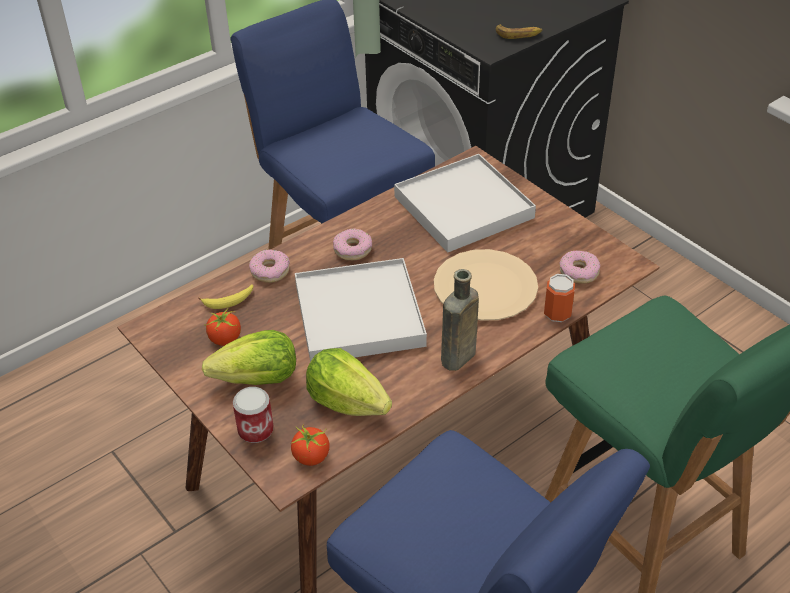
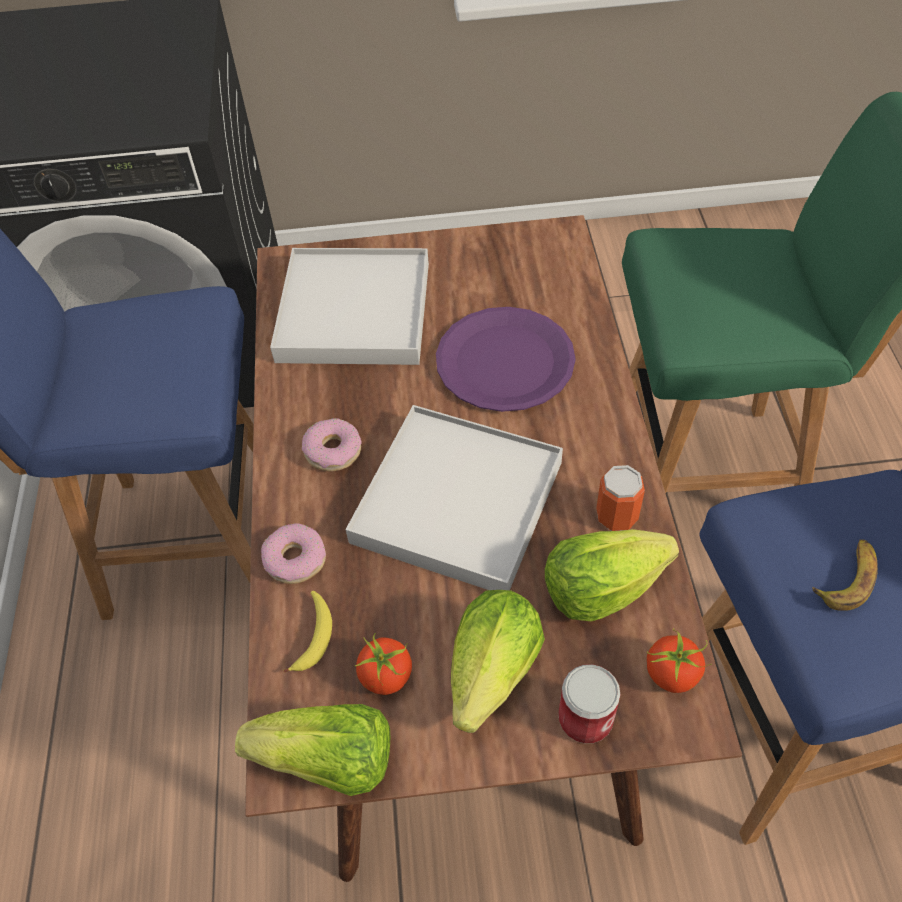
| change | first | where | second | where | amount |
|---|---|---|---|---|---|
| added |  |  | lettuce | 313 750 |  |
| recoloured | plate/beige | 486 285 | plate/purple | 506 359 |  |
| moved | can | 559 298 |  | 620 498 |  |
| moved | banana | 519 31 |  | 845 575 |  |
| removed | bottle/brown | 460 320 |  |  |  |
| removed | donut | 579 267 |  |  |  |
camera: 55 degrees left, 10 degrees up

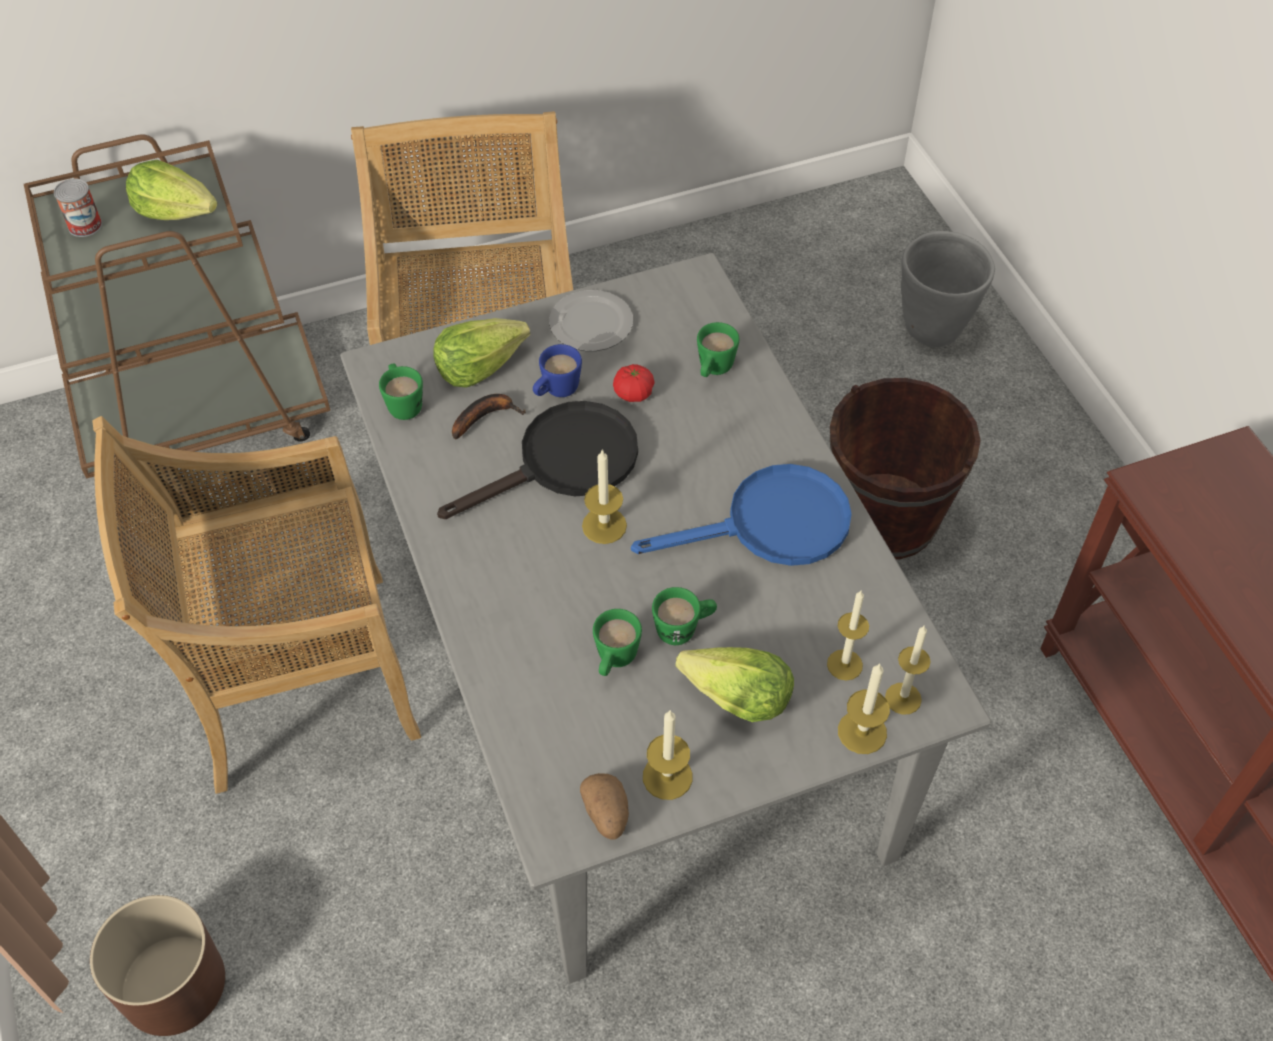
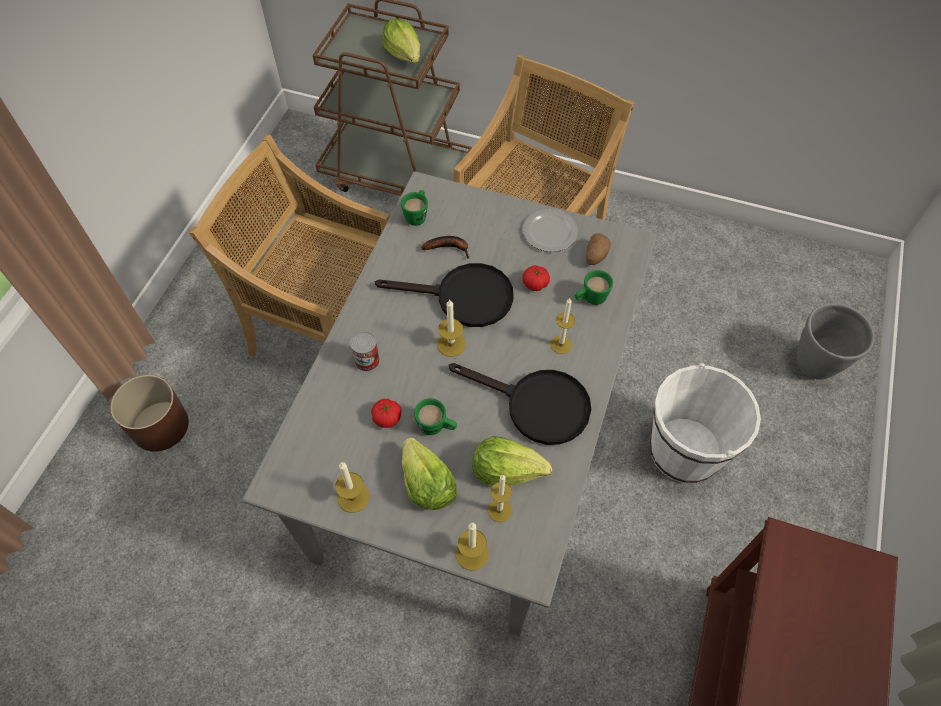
| change | first | where | second | where | amount |
|---|---|---|---|---|---|
| moved | can | 78 207 |  | 365 351 |  |
| replaced | mug/green | 617 642 | tomato | 386 413 |  |
| recoloured | frying pan/blue | 741 515 | frying pan/black | 520 404 |  |
| moved | lettuce | 481 353 |  | 512 461 |  |
| moved | candle | 908 670 |  | 562 326 |  |
| moved | potato | 604 806 |  | 598 249 |  |
| recoloured | bucket/brown | 905 468 | bucket/white | 705 423 |  |
| removed | mug/blue | 557 370 |  |  |  |
camera: 40 degrees right, 5 degrees up

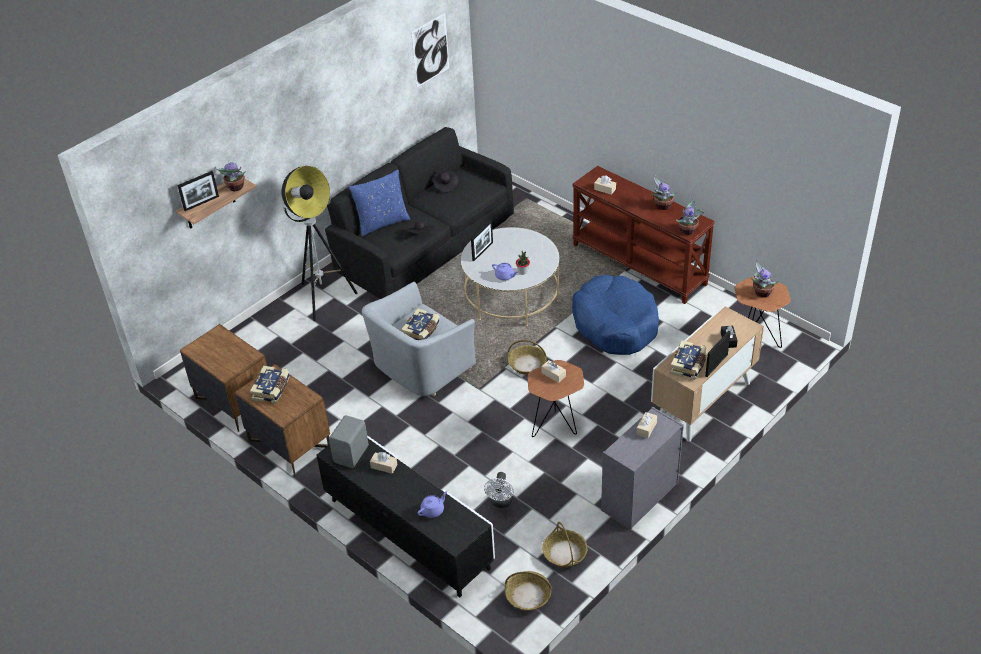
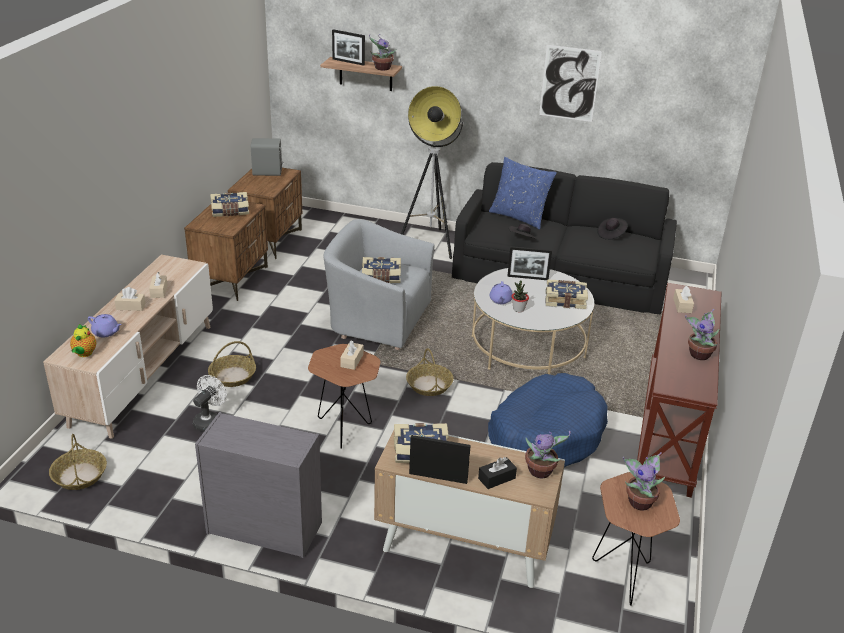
| change | first | where | second | where | amount |
|---|---|---|---|---|---|
| recoloured | tv stand/black | 405 516 | tv stand/beige | 128 347 |  |
| added |  |  | teapot | 83 340 |  |
| moved | tissue box/beige | 647 425 |  | 130 299 |  |
| turned | fan/white | 499 490 |  | 210 403 | 135 degrees clockwise |
| moved | basket | 565 545 |  | 232 364 |  |
| moved | speaker/grey | 349 441 |  | 267 157 |  |
| moved | potted plant | 690 216 |  | 548 454 |  |
| moved | picture | 430 50 |  | 570 83 |  |
| added |  |  | book | 567 294 |  |
camera: 60 degrees right, 10 degrees down

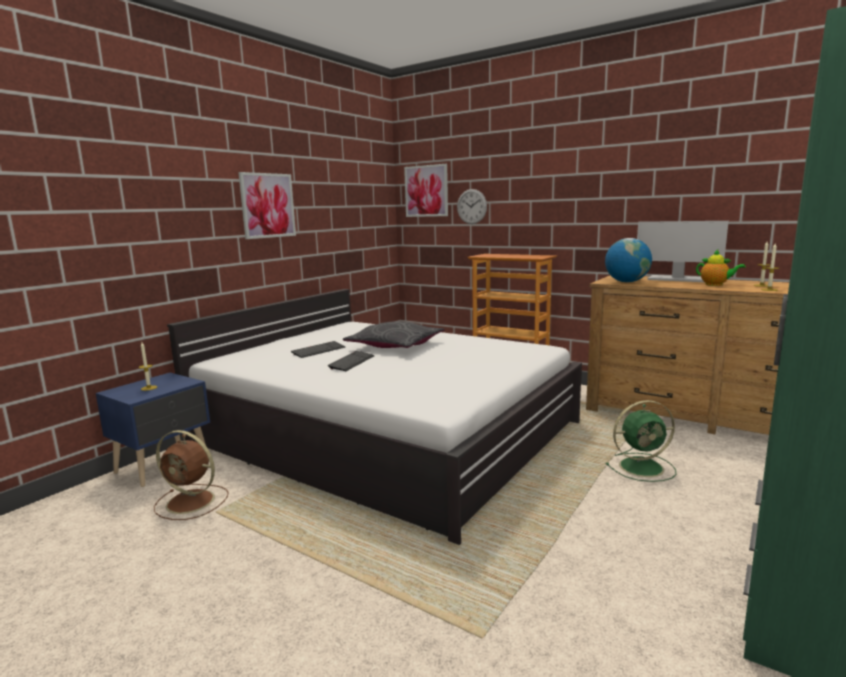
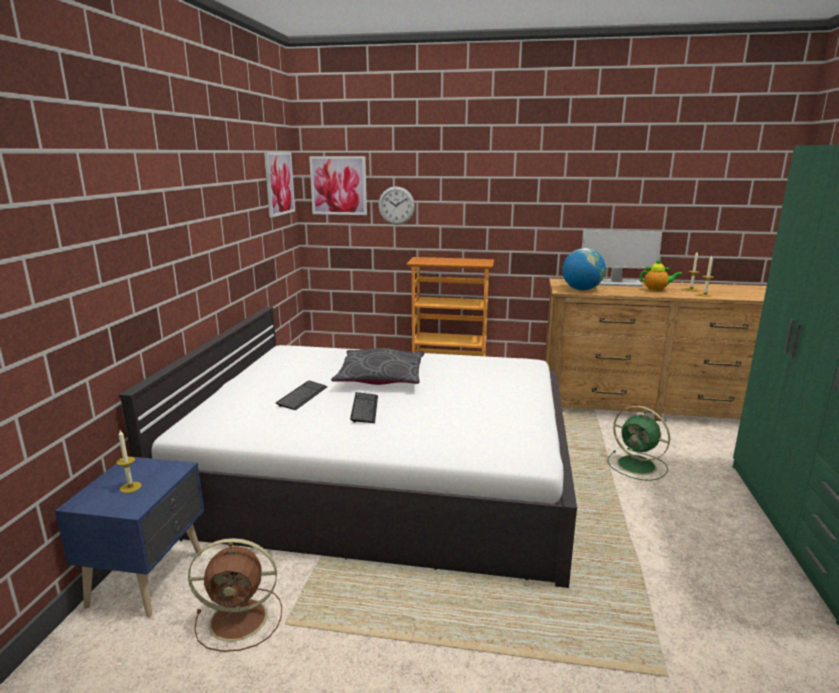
| change | first | where | second | where | amount |
|---|---|---|---|---|---|
| moved | picture | 267 205 |  | 279 184 |  |
| turned | fan/green | 641 441 |  | 639 443 | 75 degrees clockwise |
camera: 25 degrees left, 5 degrees up

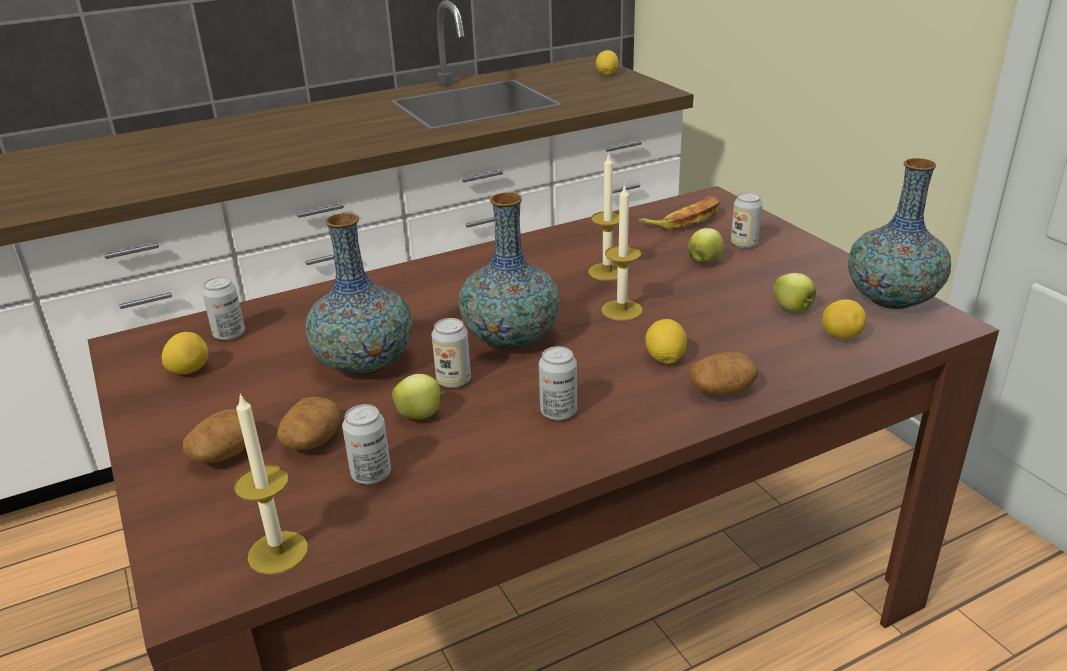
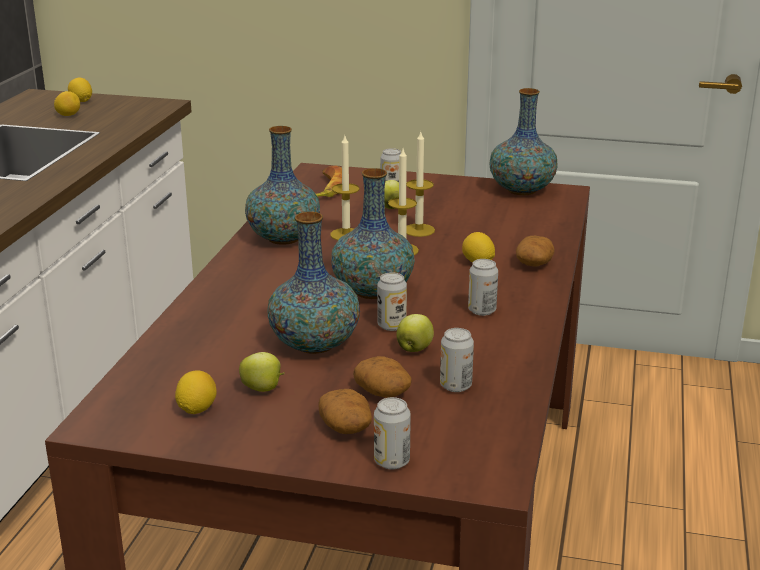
| change | first | where | second | where | amount |
|---|---|---|---|---|---|
| moved | lemon | 844 319 |  | 67 103 |  |
| moved | apple | 794 292 |  | 262 372 |  |
| added |  |  | vase | 282 185 |  |
| moved | can | 223 308 |  | 392 433 |  |
| moved | candle | 271 484 |  | 420 183 |  |
camera: 50 degrees left, 5 degrees down

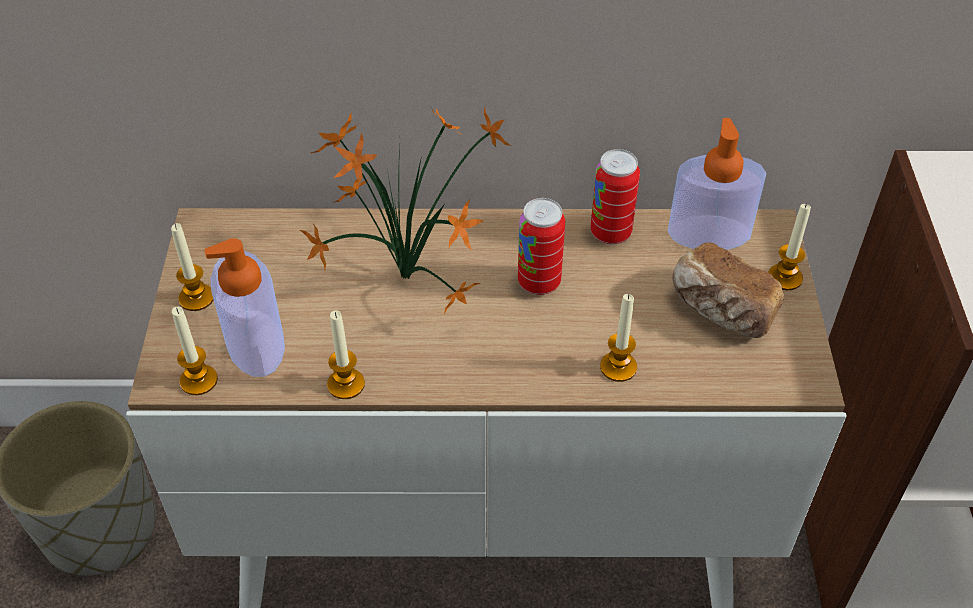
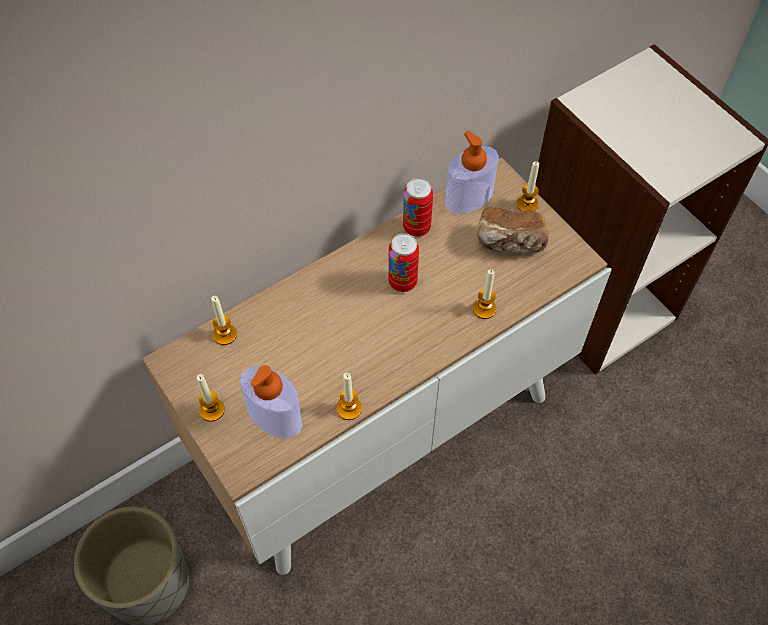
| change | first | where | second | where | amount |
|---|---|---|---|---|---|
| moved | candle | 195 351 |  | 224 320 |  |
| removed | potted plant | 405 210 |  |  |  |
camera: 35 degrees left, 10 degrees up

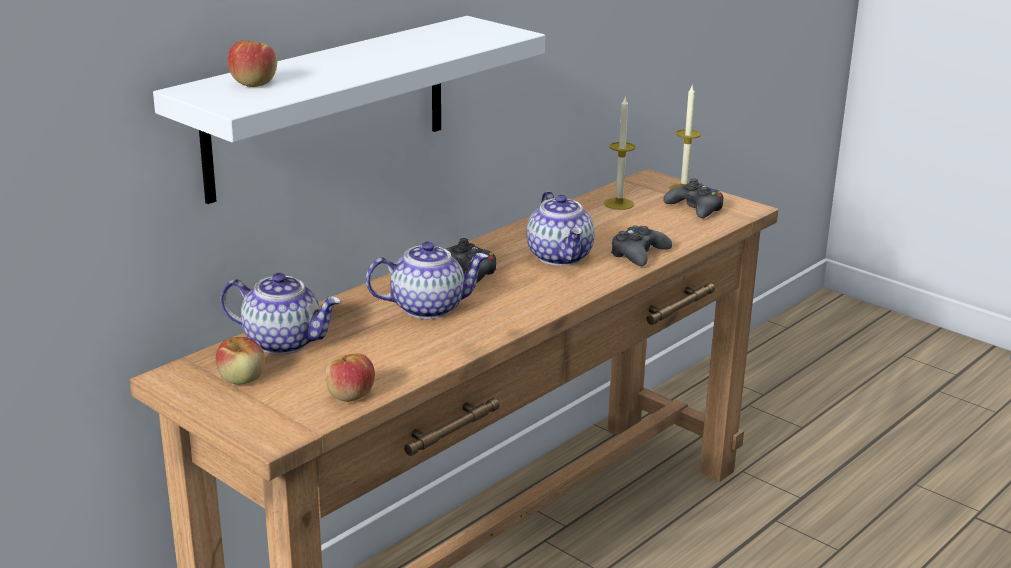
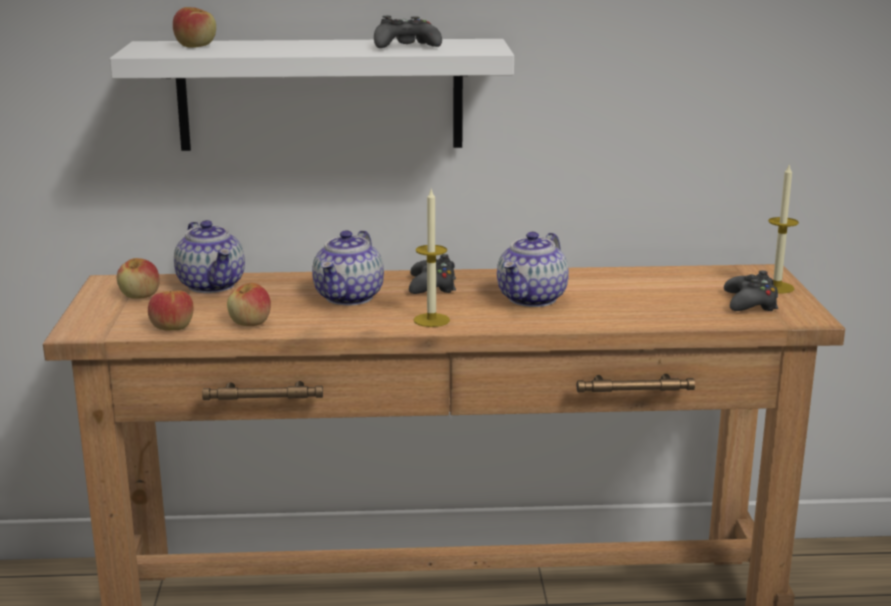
| change | first | where | second | where | amount |
|---|---|---|---|---|---|
| added |  |  | apple | 249 304 |  |
| turned | teapot | 427 280 |  | 348 267 | 75 degrees clockwise |
| moved | game controller/black | 641 245 |  | 408 32 |  |
| moved | candle | 619 153 |  | 432 258 |  |
camera: 45 degrees right, 5 degrees down

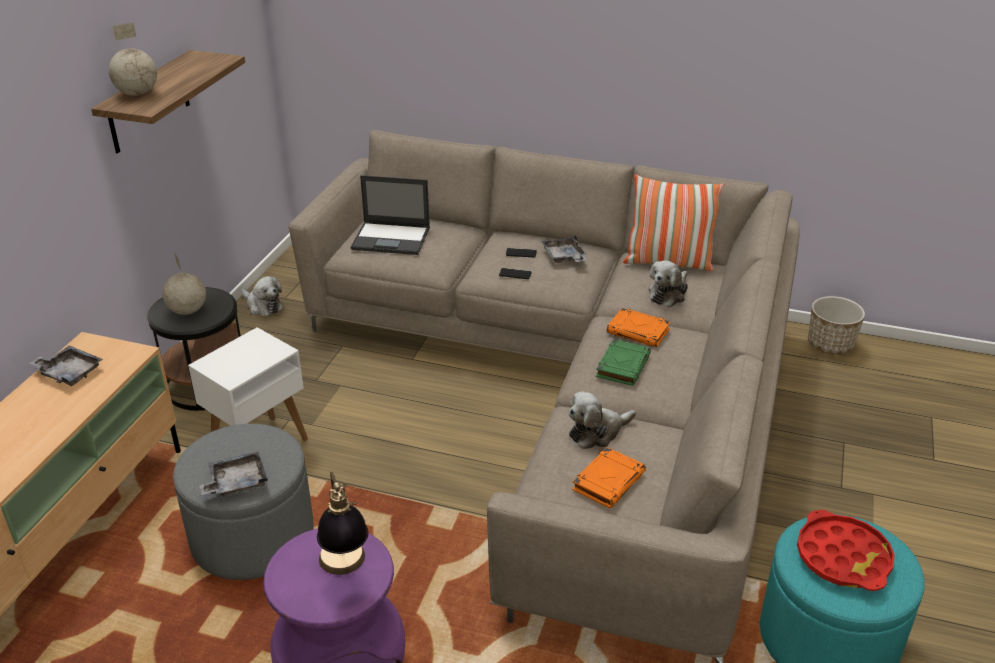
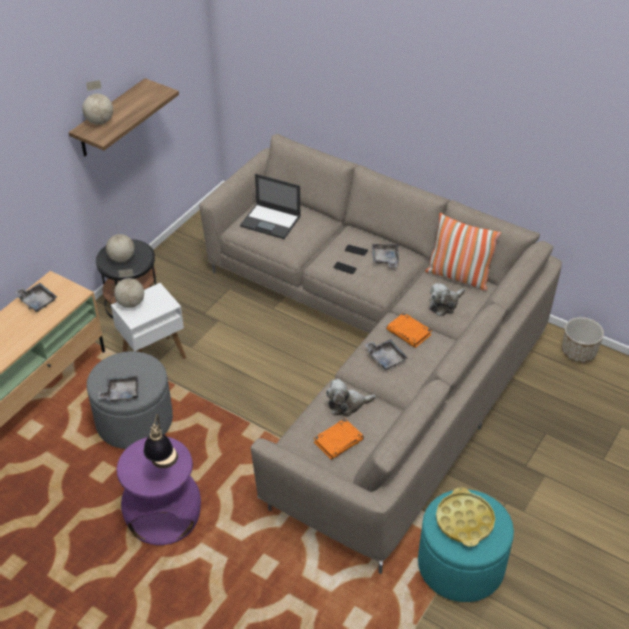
| change | first | where | second | where | amount |
|---|---|---|---|---|---|
| added |  |  | globe | 129 288 |  |
| replaced | book/green | 623 362 | tray/grey | 386 355 |  |
| recoloured | tray/red | 846 550 | tray/yellow | 465 517 |  |
| removed | plush toy | 262 296 |  |  |  |
camera: 15 degrees right, 10 degrees up

